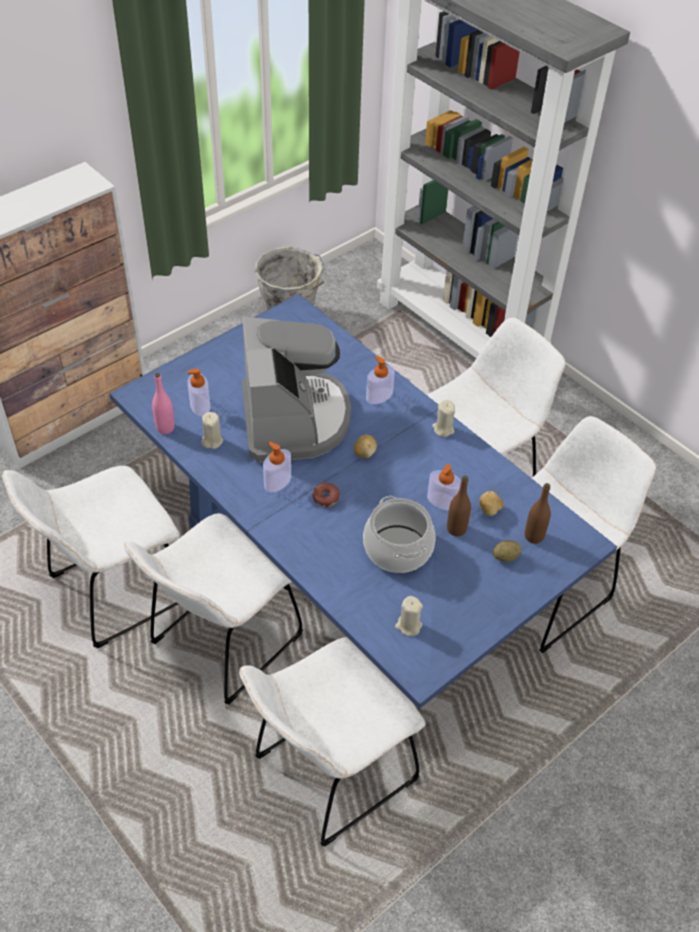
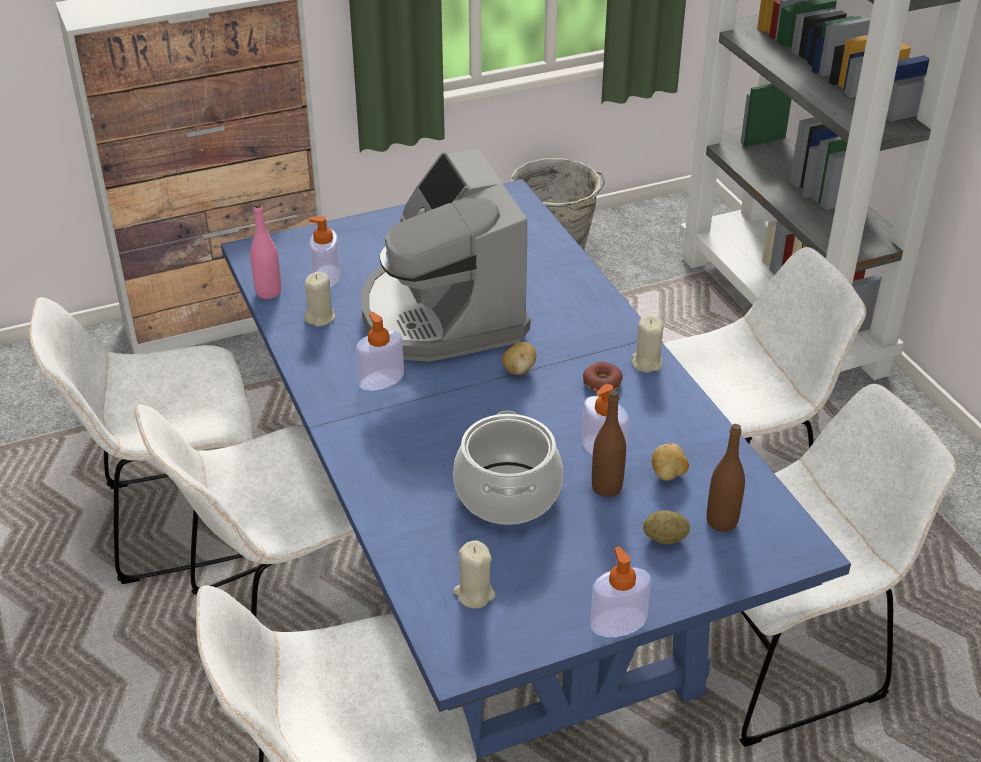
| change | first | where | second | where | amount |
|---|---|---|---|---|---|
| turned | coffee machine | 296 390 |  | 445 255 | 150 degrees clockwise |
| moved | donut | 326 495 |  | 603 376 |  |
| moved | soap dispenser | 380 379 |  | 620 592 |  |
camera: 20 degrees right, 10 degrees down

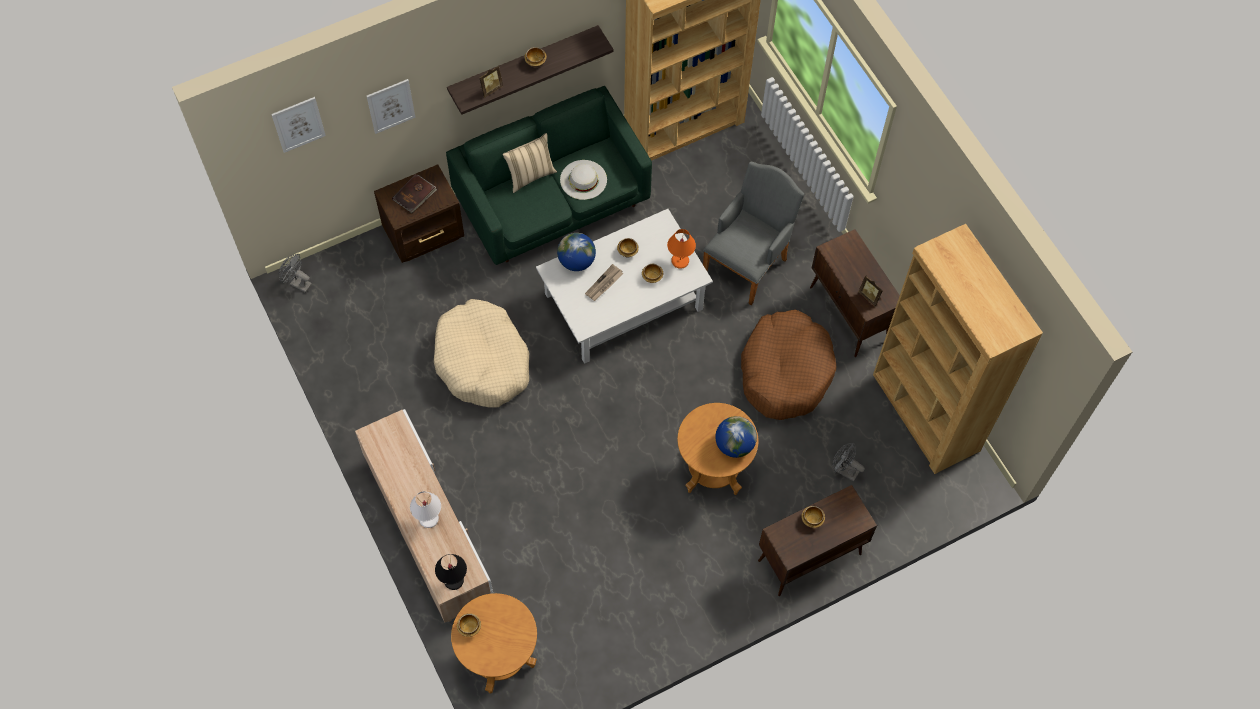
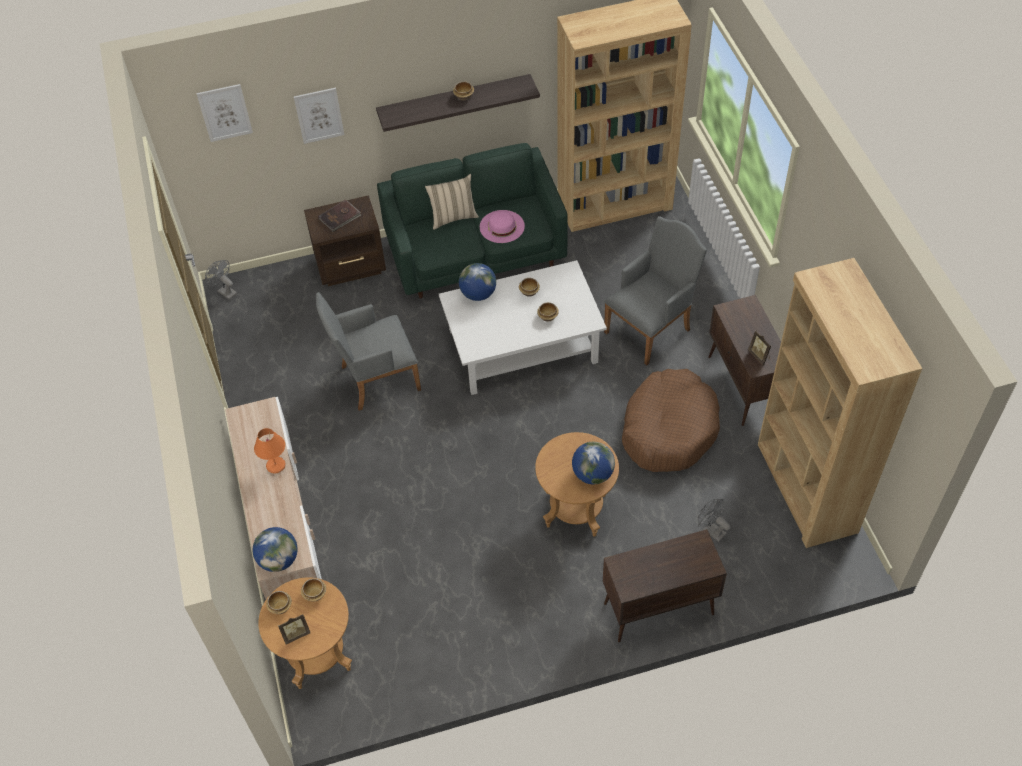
| change | first | where | second | where | amount |
|---|---|---|---|---|---|
| replaced | table lamp/black | 451 572 | globe | 275 549 |  |
| moved | table lamp/orange | 681 249 |  | 270 451 |  |
| moved | picture frame | 491 81 |  | 294 629 |  |
| moved | bowl | 813 517 |  | 313 590 |  |
| replaced | dog bed/beige | 481 353 | armchair/grey | 368 351 |  |
| recoloured | hat/white | 583 180 | hat/pink | 502 226 |  |
| removed | table lamp/white | 425 509 |  |  |  |
| removed | newspaper | 604 282 |  |  |  |
camera: 15 degrees right, 10 degrees down

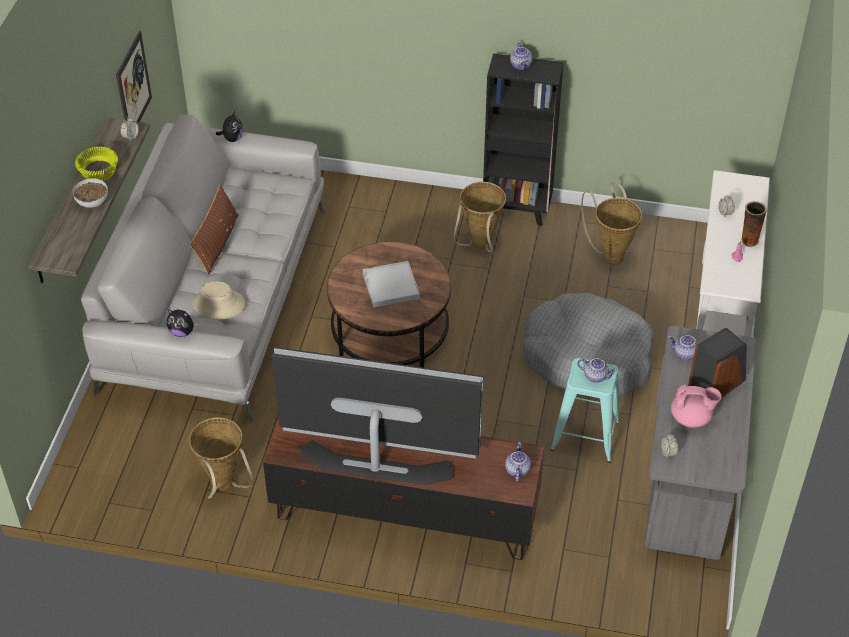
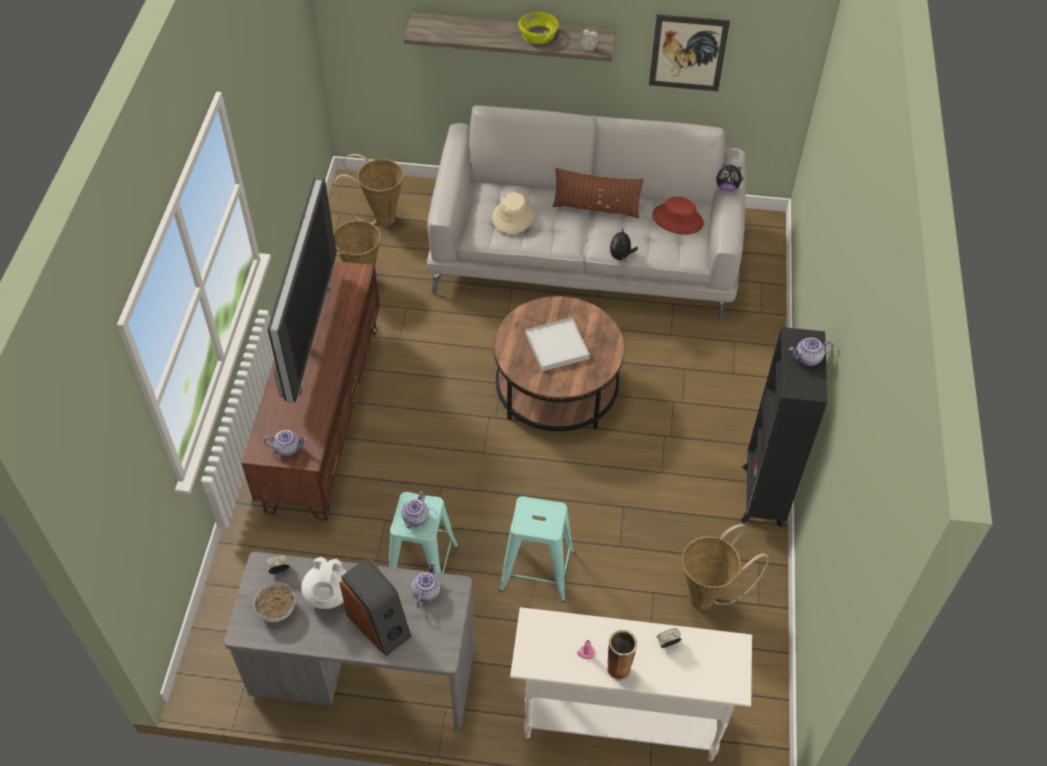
| change | first | where | second | where | amount |
|---|---|---|---|---|---|
| moved | bowl | 90 193 |  | 274 602 |  |
| recoloured | teapot/pink | 696 406 | teapot/white | 324 583 |  |
| moved | basket | 479 217 |  | 369 190 |  |
| replaced | dog bed/grey | 588 345 | stool/turquoise | 536 549 |  |
| moved | plush toy | 182 323 |  | 624 244 |  |
| added |  |  | hat/red | 678 215 |  |
camera: 85 degrees right, 5 degrees up

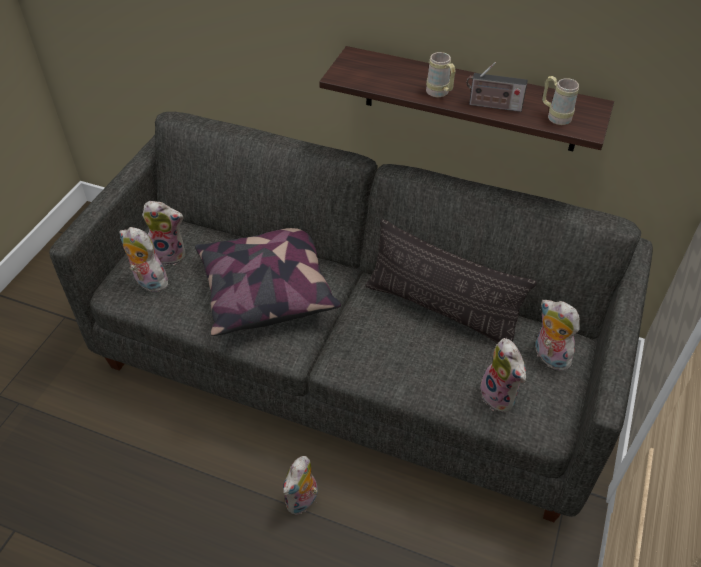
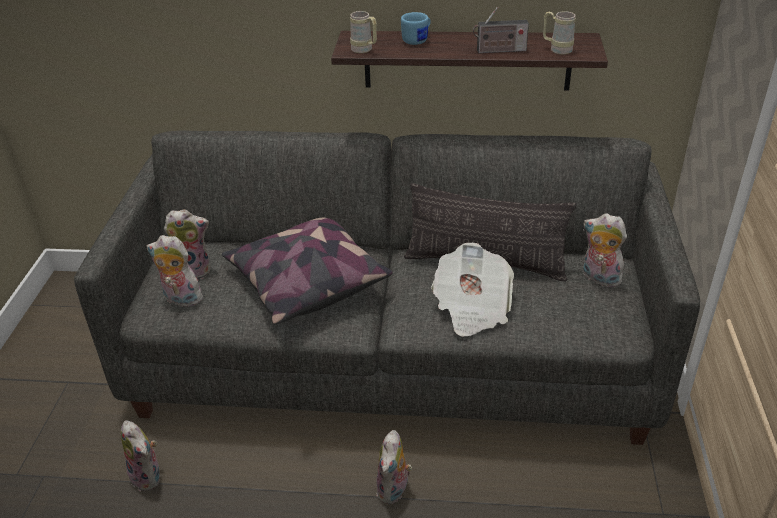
| change | first | where | second | where | amount |
|---|---|---|---|---|---|
| moved | plush toy | 503 375 |  | 140 456 |  |
| moved | mug/beige | 441 74 |  | 363 32 |  |
| added |  |  | mug/blue | 416 28 |  |
| added |  |  | newspaper | 472 290 |  |
camera: 15 degrees left, 10 degrees down

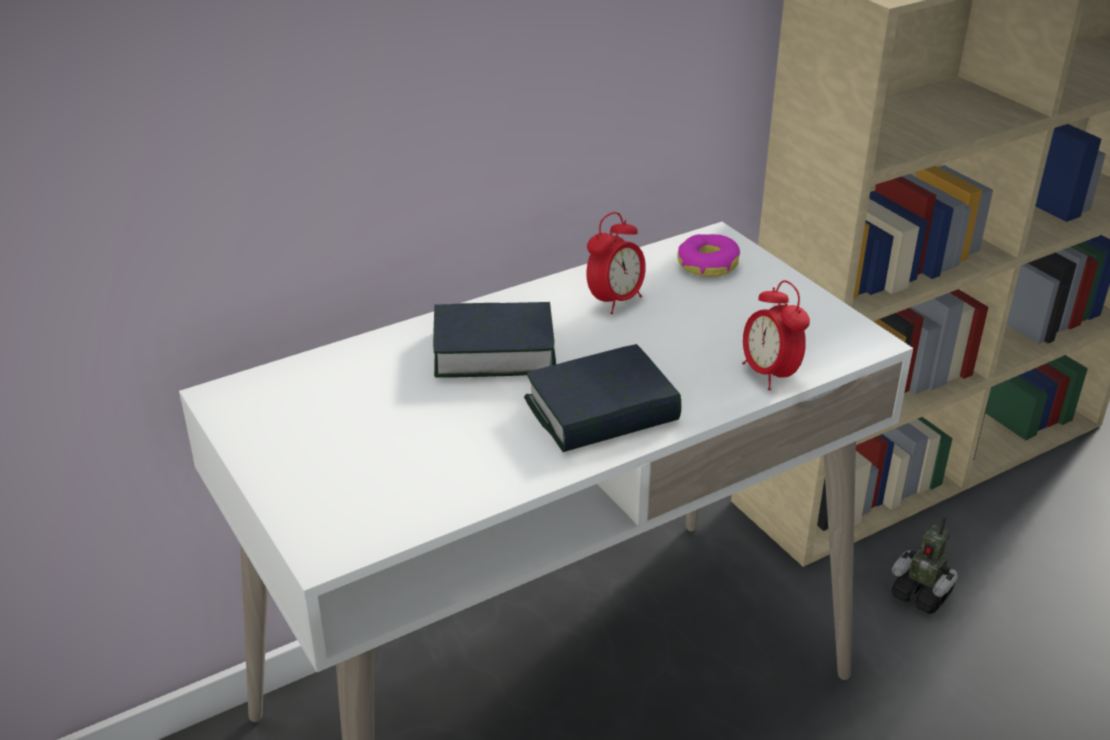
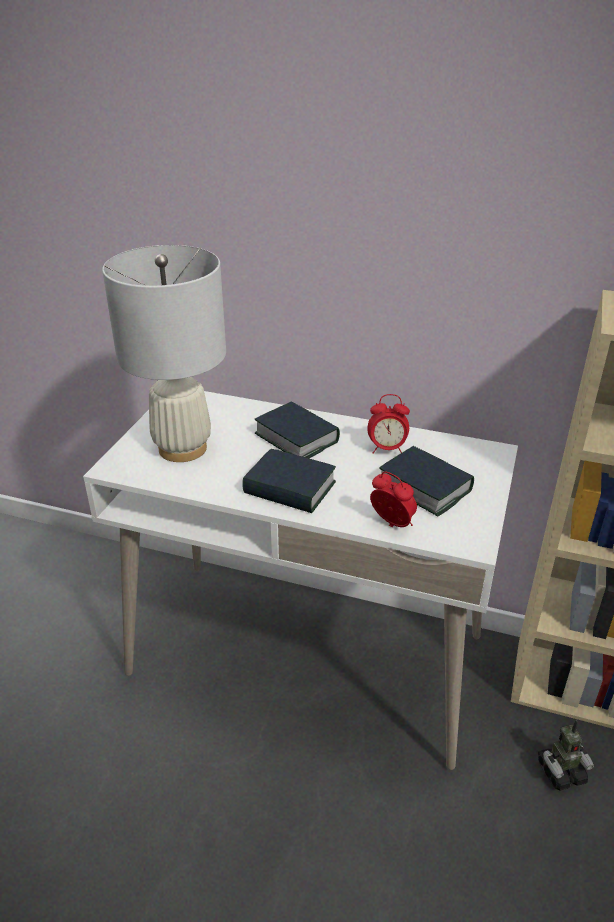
| change | first | where | second | where | amount |
|---|---|---|---|---|---|
| added |  |  | table lamp/white | 164 353 |  |
| turned | alarm clock | 776 335 |  | 393 499 | 105 degrees clockwise |
| added |  |  | book | 426 481 |  |
| turned | toy robot | 925 565 |  | 566 755 | 105 degrees counterclockwise |
| removed | donut | 709 255 |  |  |  |
camera: 50 degrees right, 0 degrees up

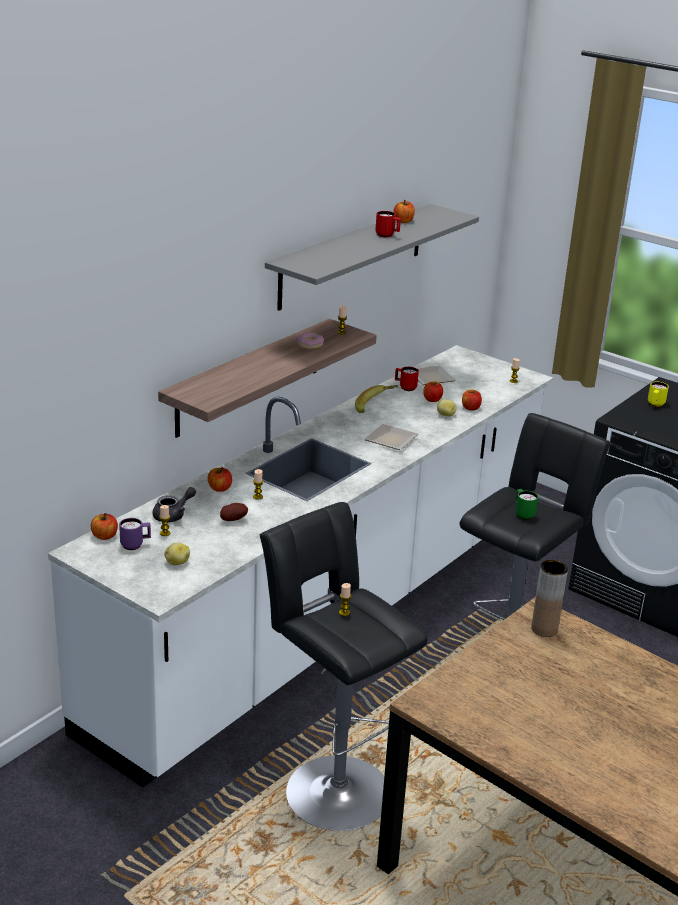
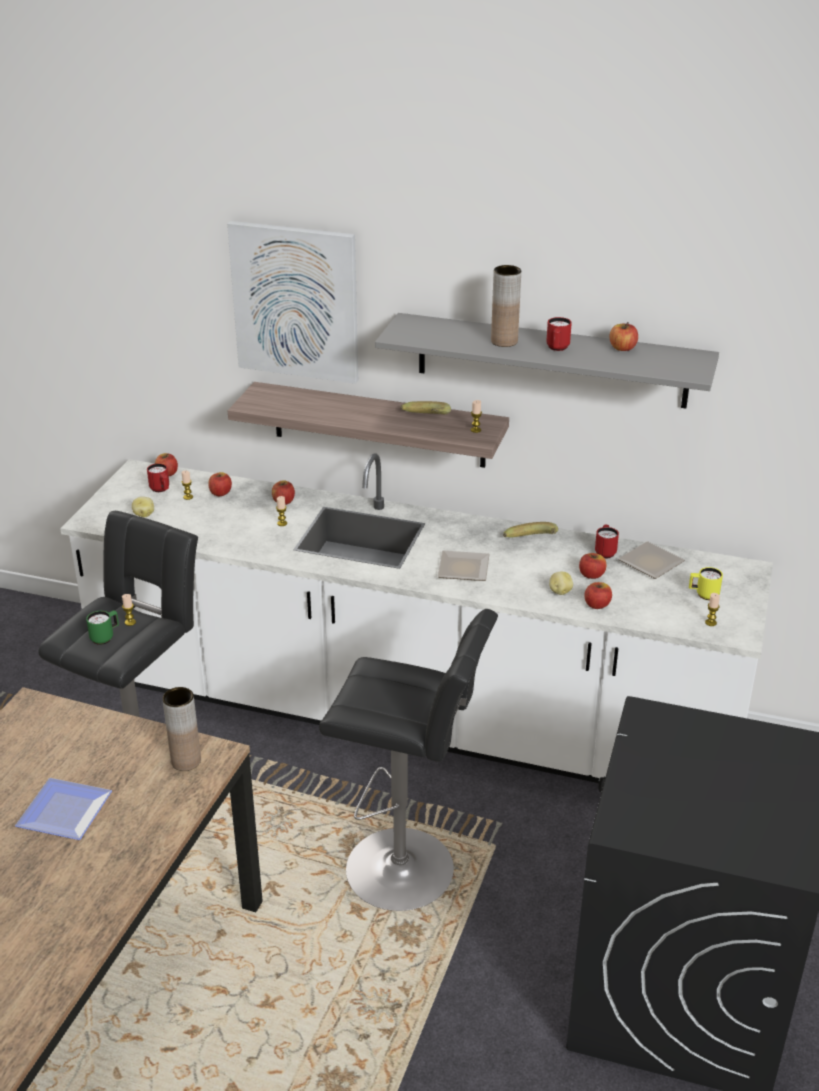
| change | first | where | second | where | amount |
|---|---|---|---|---|---|
| added |  |  | plate | 63 809 |  |
| moved | mug/green | 527 504 |  | 102 627 |  |
| recoloured | mug/purple | 135 534 | mug/red | 158 477 |  |
| replaced | teapot/grey | 174 505 | apple | 220 484 |  |
| added |  |  | picture | 292 302 |  |
| replaced | donut | 310 340 | banana | 425 407 |  |
| added |  |  | vase/brown | 506 306 |  |
| moved | mug/yellow | 658 394 |  | 706 583 |  |
| removed | potato | 234 512 |  |  |  |
camera: 70 degrees right, 5 degrees up

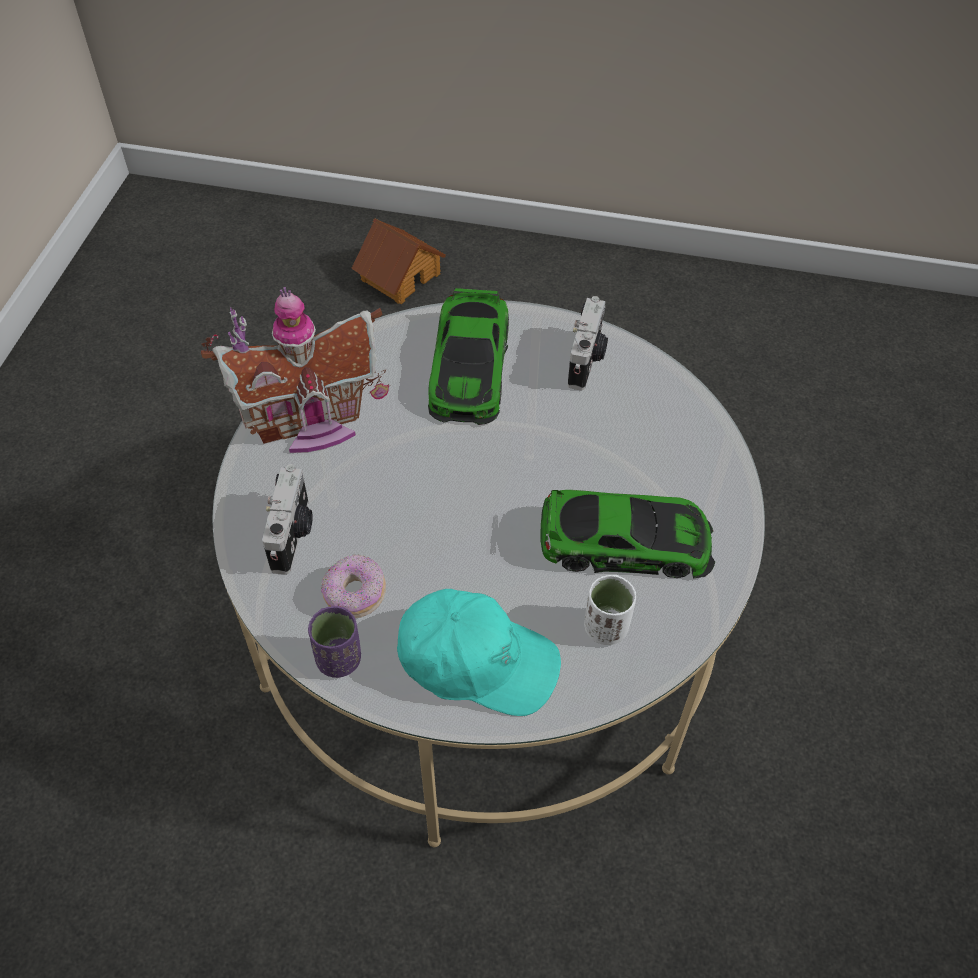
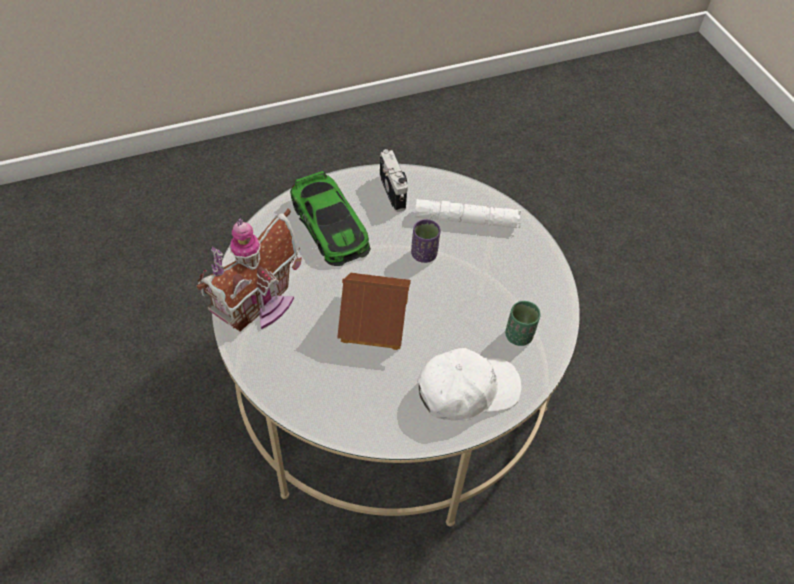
| change | first | where | second | where | amount |
|---|---|---|---|---|---|
| moved | toy house | 398 261 |  | 374 311 |  |
| moved | cup/purple | 334 642 |  | 426 241 |  |
| added |  |  | flashlight/white | 468 213 |  |
| recoloured | cap/turquoise | 479 652 | cap/white | 469 384 |  |
| recoloured | cup/white | 610 610 | cup/green | 523 323 |  |
| removed | photo camera | 287 519 |  |  |  |
| removed | donut | 353 586 |  |  |  |
| removed | toy car | 627 534 |  |  |  |
camera: 35 degrees left, 0 degrees up

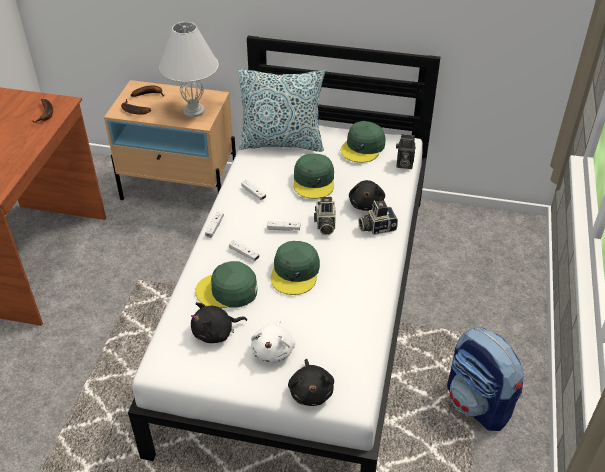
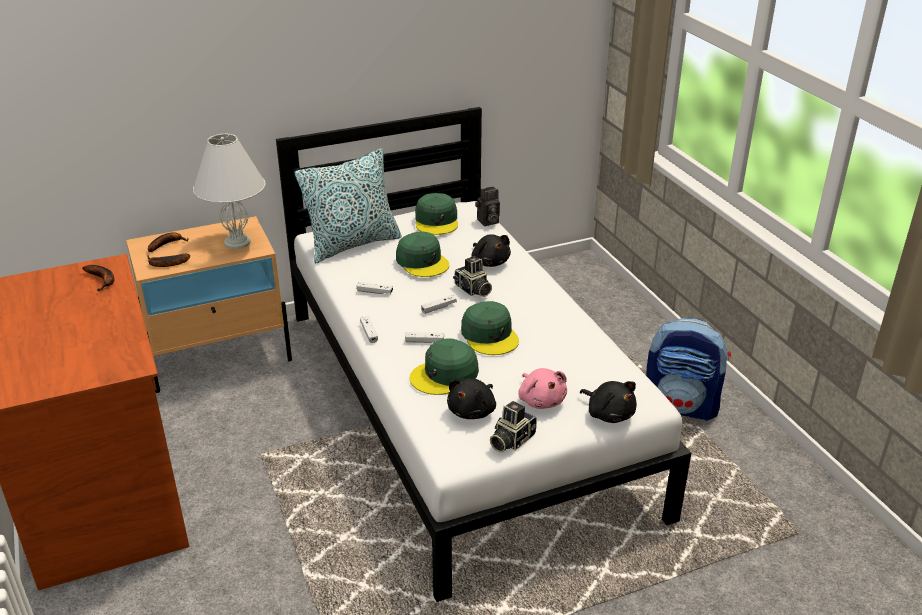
| change | first | where | second | where | amount |
|---|---|---|---|---|---|
| moved | photo camera | 378 217 |  | 513 426 |  |
| recoloured | plush toy/white | 273 341 | plush toy/pink | 542 388 |  |
camera: 35 degrees left, 10 degrees down

